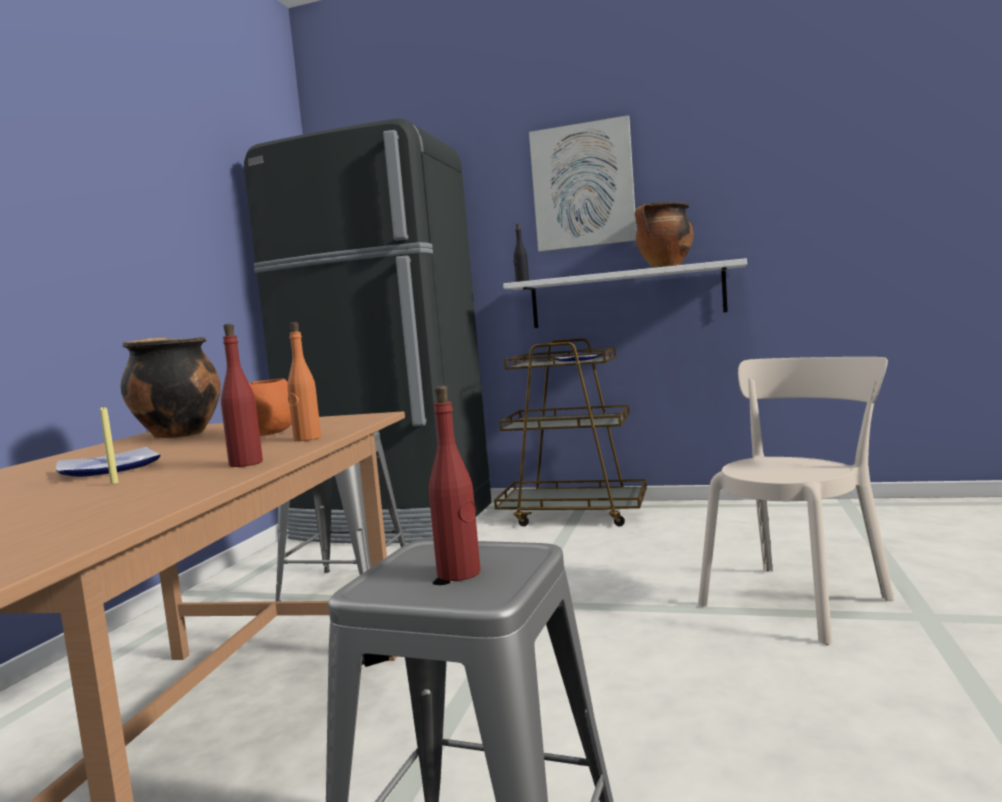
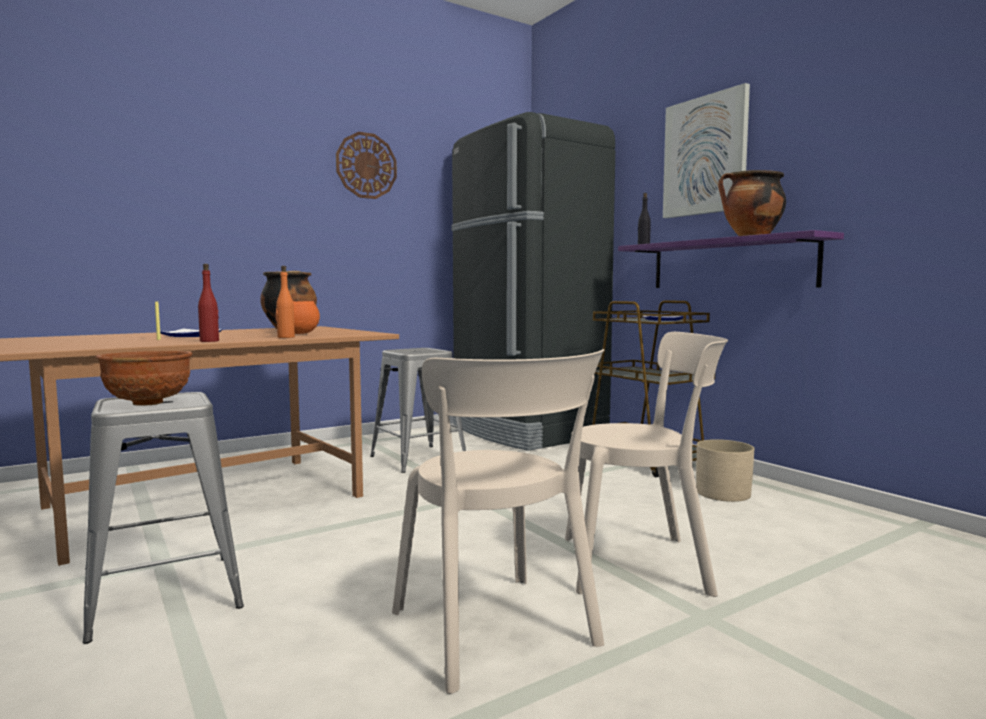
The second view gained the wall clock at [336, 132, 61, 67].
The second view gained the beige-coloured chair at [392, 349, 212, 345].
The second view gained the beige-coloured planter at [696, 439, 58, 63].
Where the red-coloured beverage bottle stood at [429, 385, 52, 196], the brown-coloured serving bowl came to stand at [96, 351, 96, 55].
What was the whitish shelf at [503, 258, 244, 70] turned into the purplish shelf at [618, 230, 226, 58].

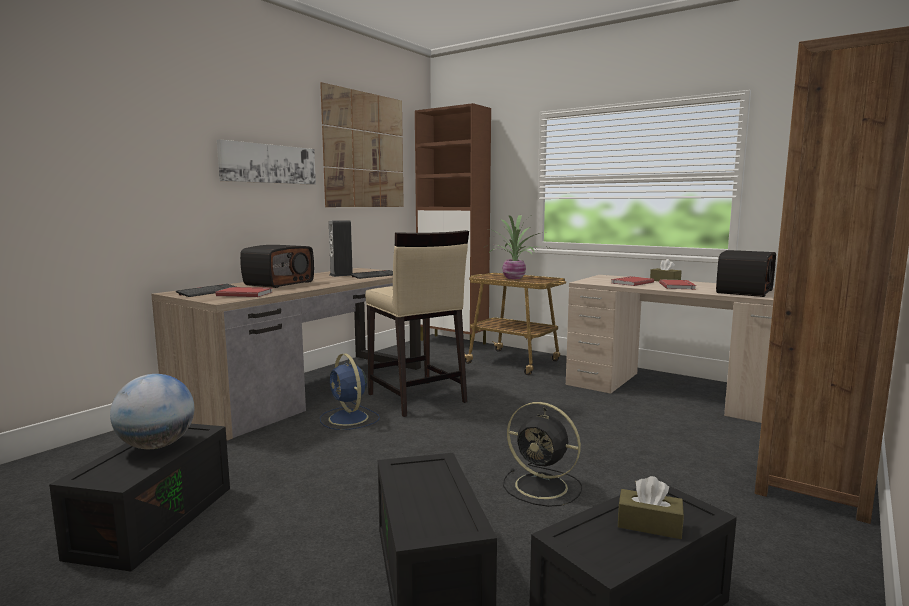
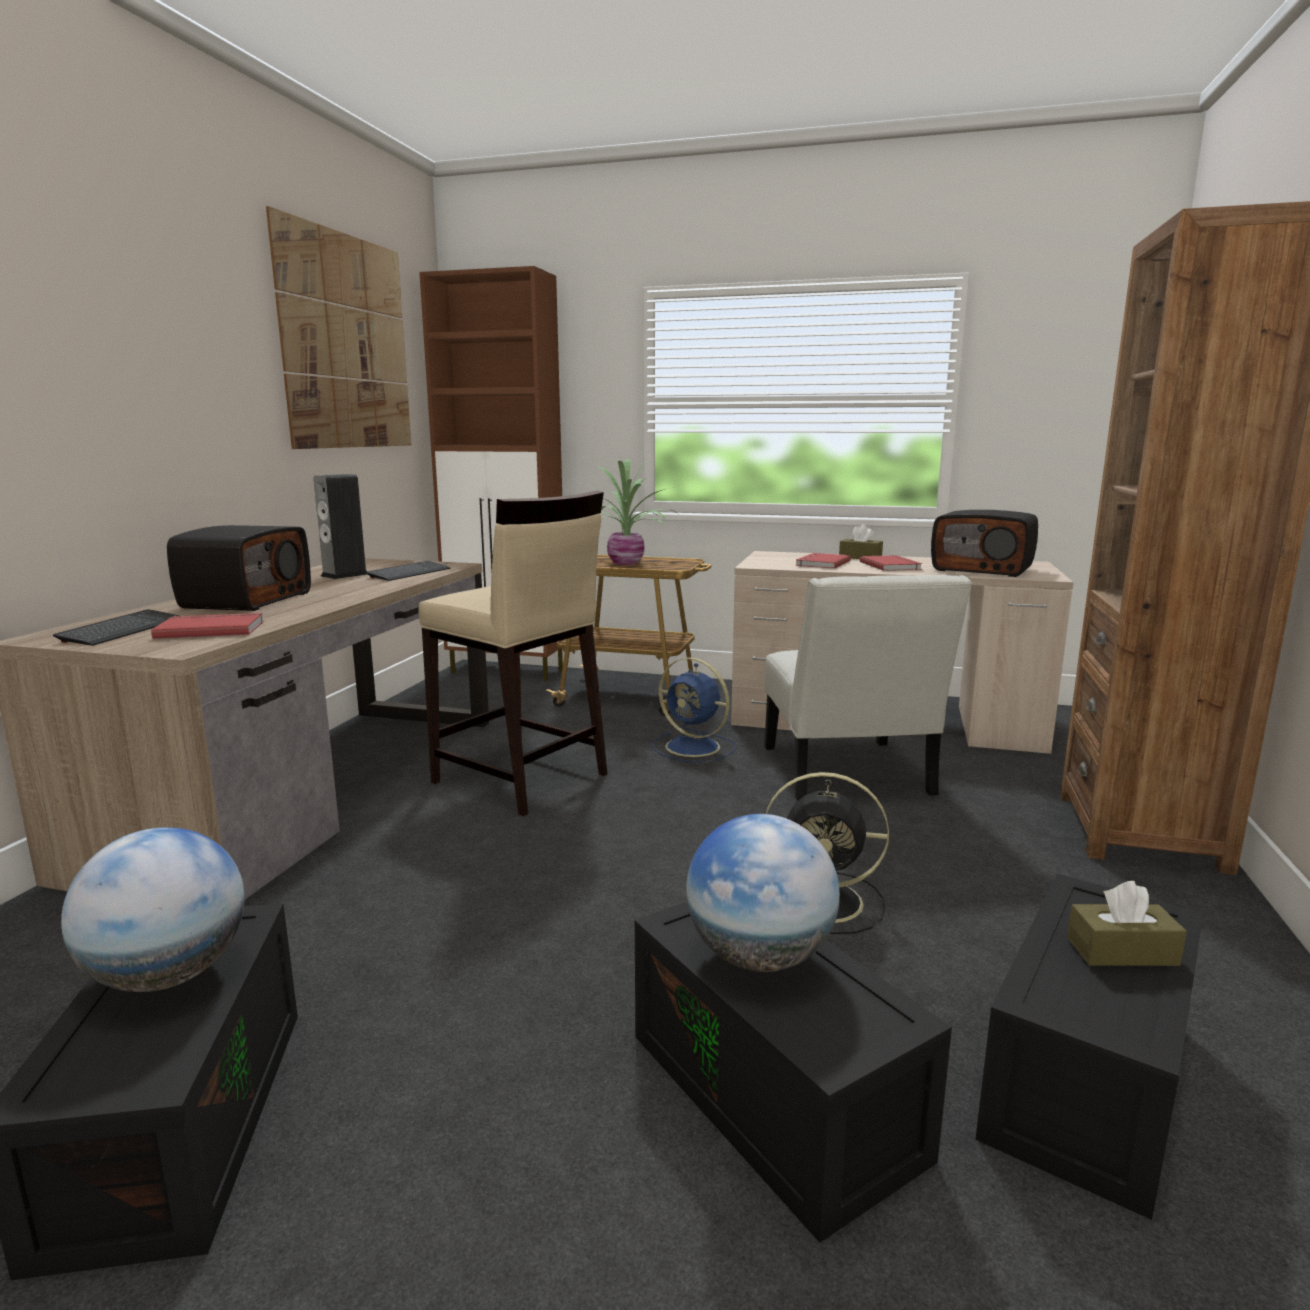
The second view lost the wall picture at [217, 139, 99, 46].
The second view gained the desk globe at [686, 814, 154, 158].
The second view gained the whitish chair at [764, 575, 208, 226].
The blue fan ended up elsewhere, having gone from [320, 354, 60, 76] to [652, 657, 84, 106].
The radio receiver at [716, 250, 60, 47] ended up facing another way, 105 degrees clockwise from before.

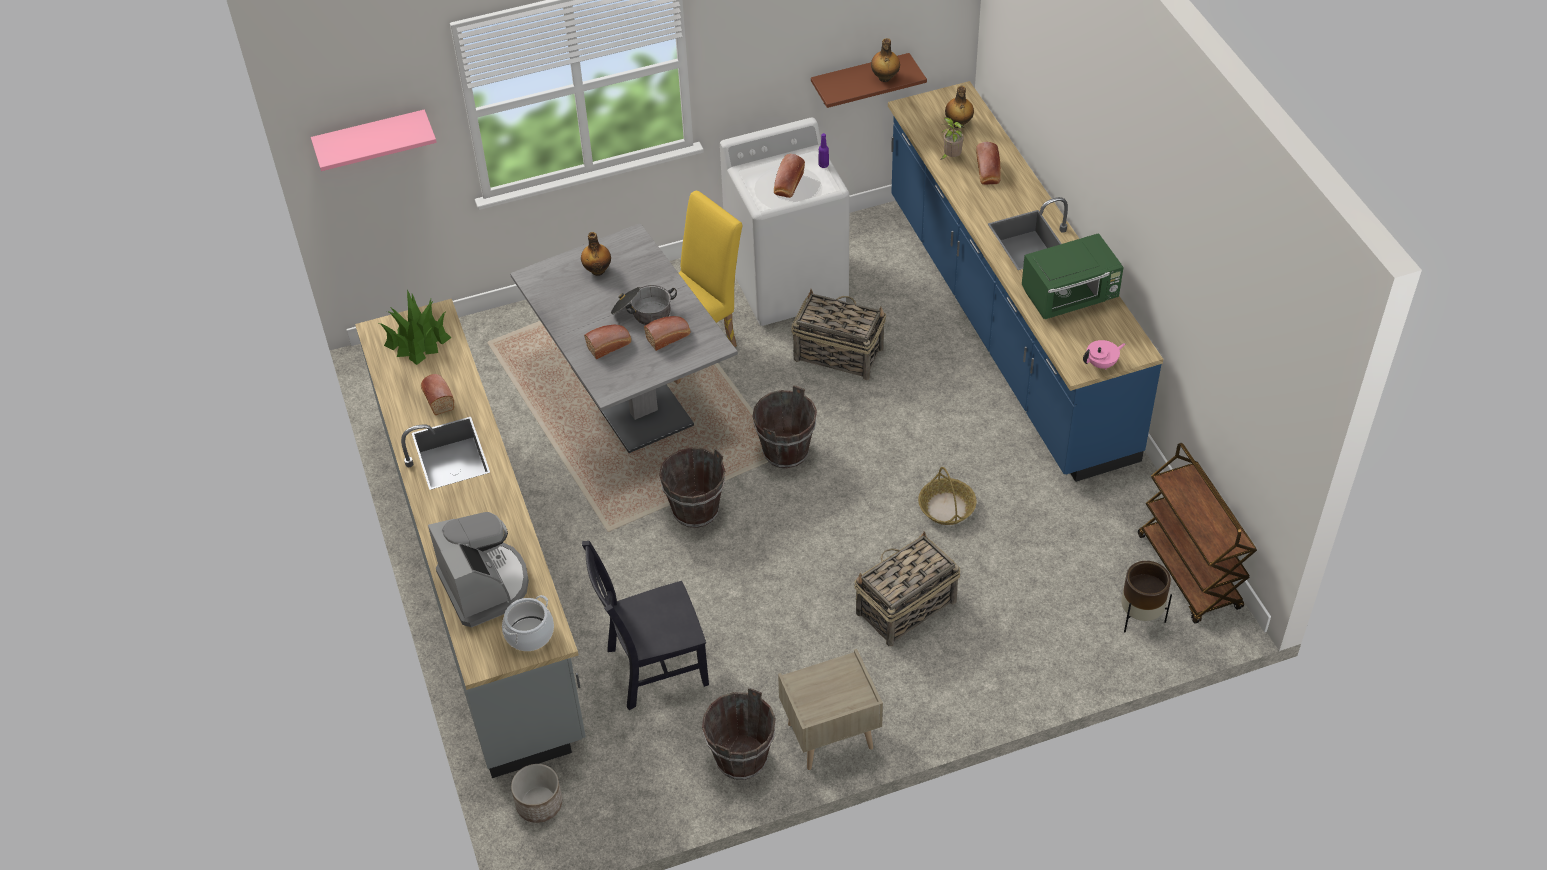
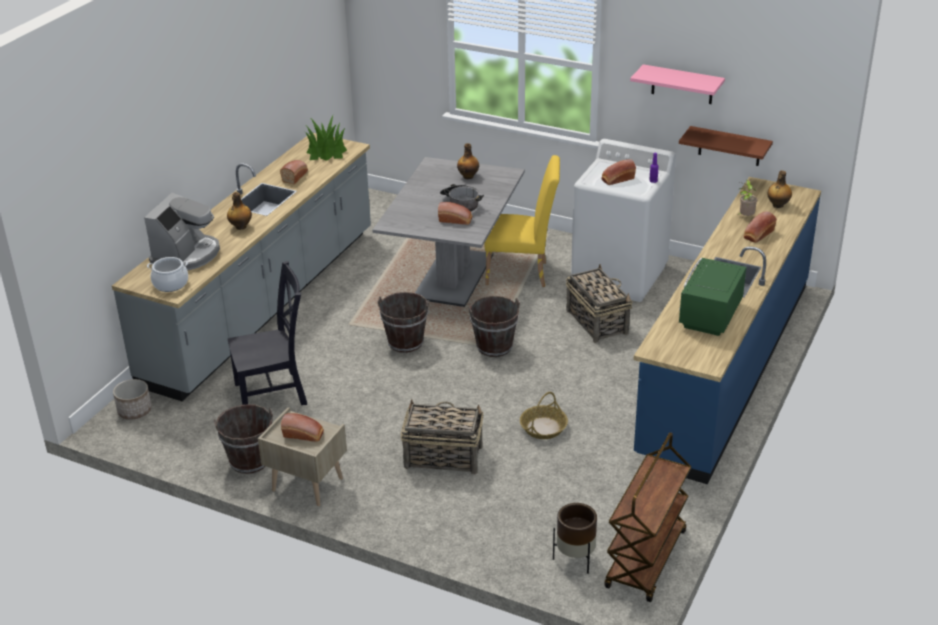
The second view lost the pink-coloured tea pot at [1083, 340, 42, 30].
The pink-coloured shelf ended up elsewhere, having gone from [311, 109, 126, 62] to [630, 64, 95, 40].
The bakery bread ended up elsewhere, having gone from [584, 325, 47, 35] to [281, 413, 43, 29].
The beverage bottle ended up elsewhere, having gone from [871, 38, 29, 44] to [227, 192, 25, 38].
The black-coloured chair at [582, 541, 127, 169] ended up facing another way, 135 degrees clockwise from before.
The green-coloured microwave oven at [1022, 233, 102, 86] ended up facing another way, 90 degrees clockwise from before.

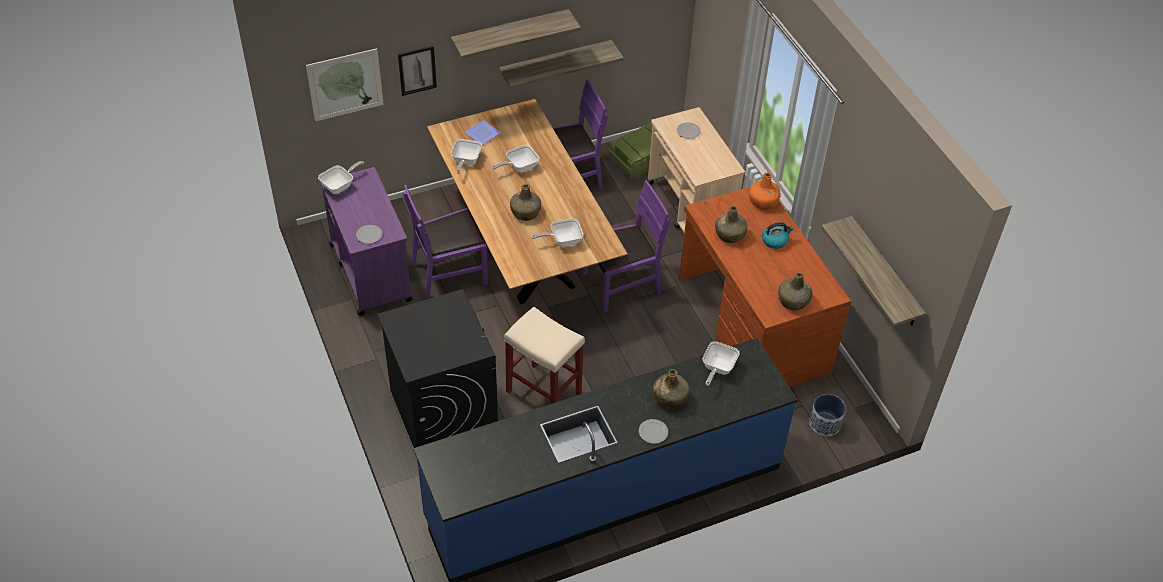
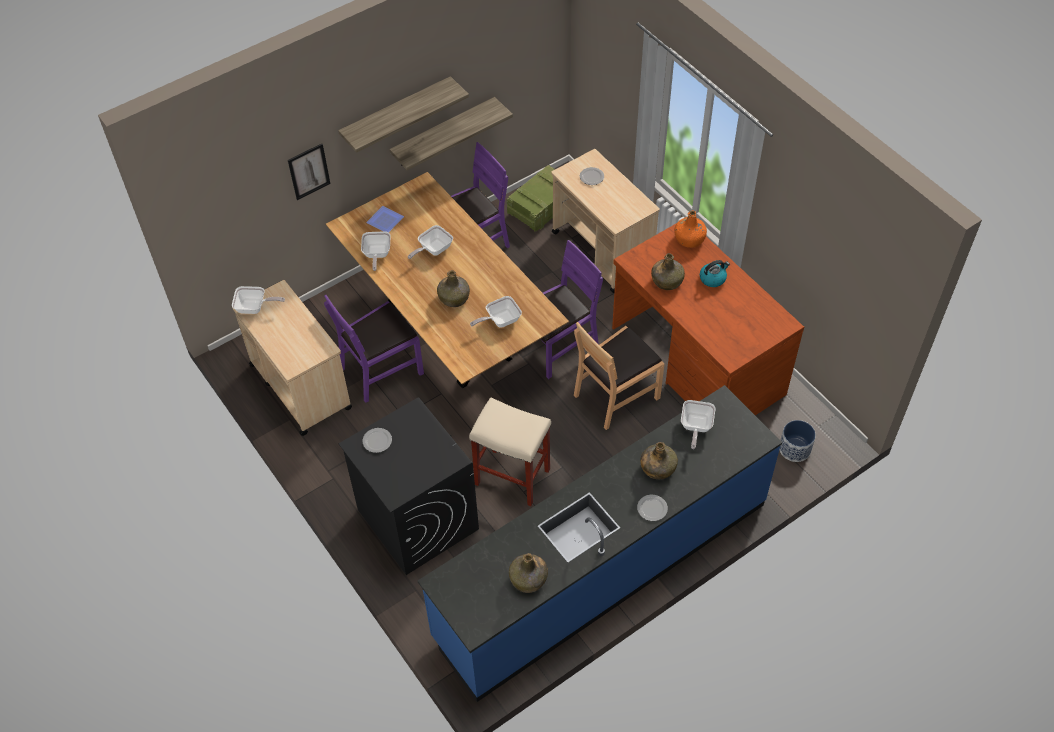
The second view lost the wall picture at [306, 48, 78, 74].
The second view lost the shelf at [821, 216, 105, 110].
The second view gained the brown-coloured chair at [574, 322, 90, 108].
The dinner plate ended up elsewhere, having gone from [356, 225, 26, 19] to [363, 428, 29, 25].
The green-coloured beverage bottle ended up elsewhere, having gone from [778, 272, 35, 38] to [509, 553, 39, 40].
What was the purplish wheeled cart at [320, 167, 93, 149] turned into the beige-coloured wheeled cart at [232, 280, 120, 156].
The frying pan at [318, 161, 46, 33] ended up facing another way, 60 degrees clockwise from before.

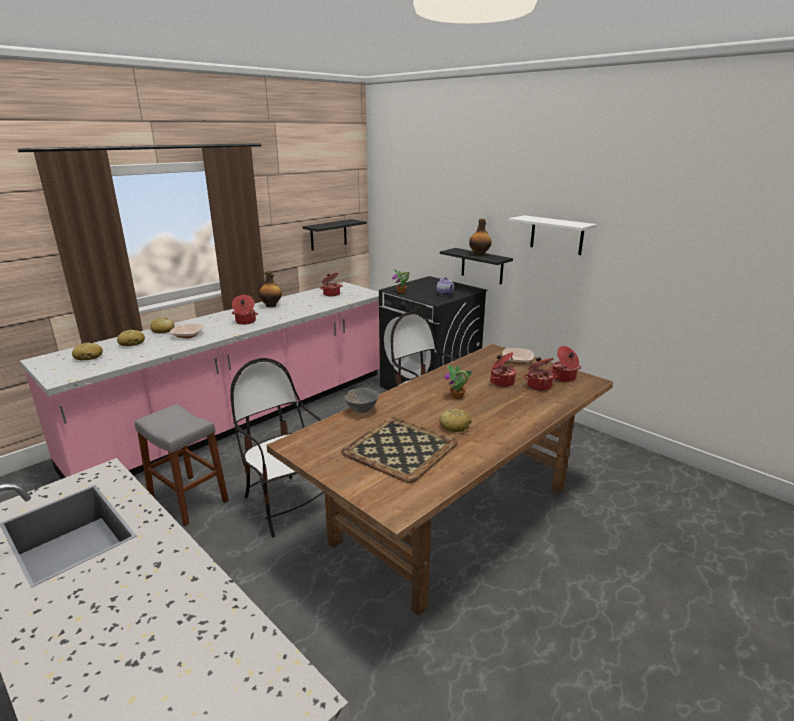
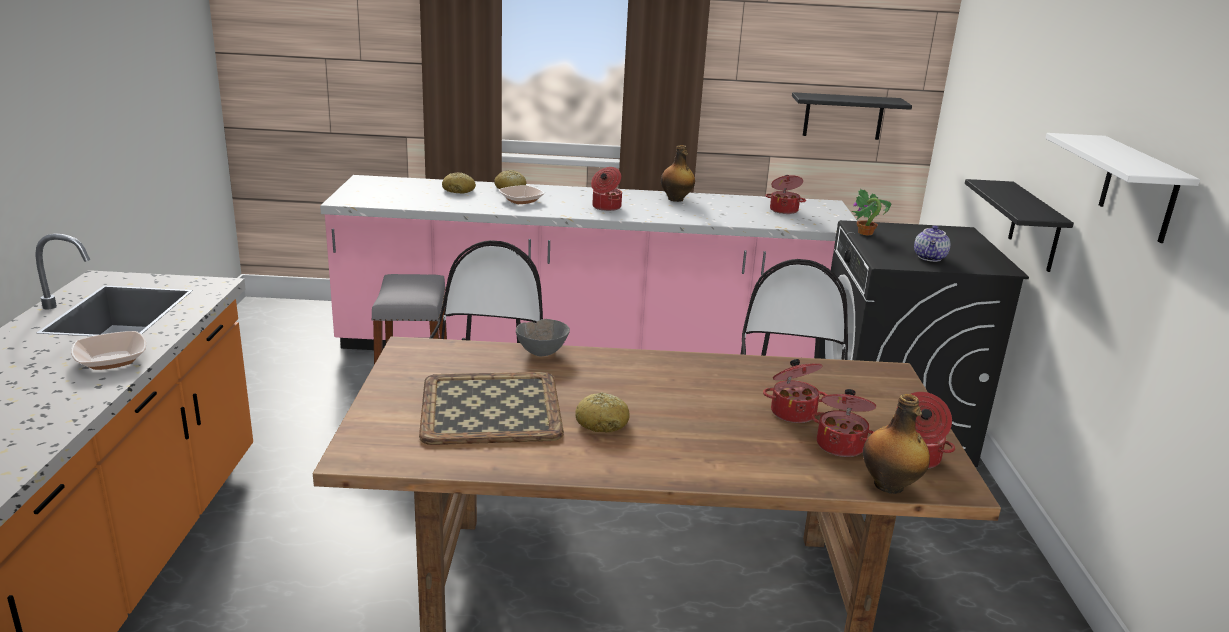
The second view lost the bakery bread at [72, 342, 31, 19].
The second view lost the potted plant at [445, 364, 27, 35].
The beverage bottle ended up elsewhere, having gone from [469, 219, 23, 37] to [863, 394, 67, 100].
The serving bowl ended up elsewhere, having gone from [503, 348, 31, 16] to [71, 331, 75, 39].

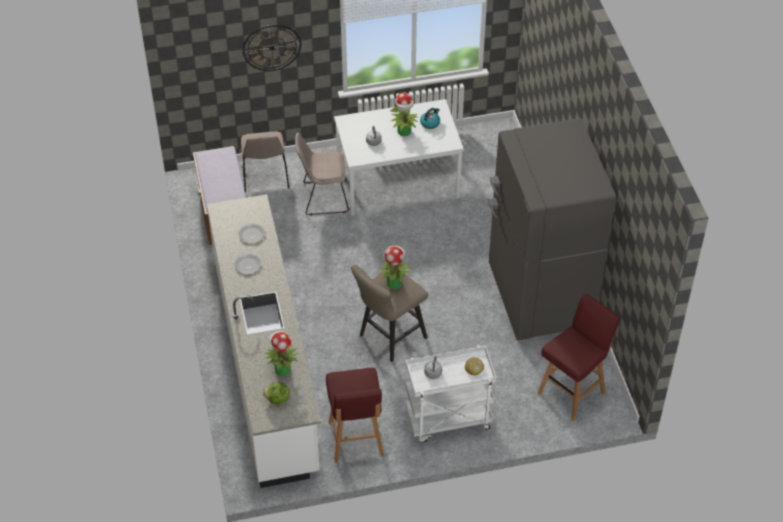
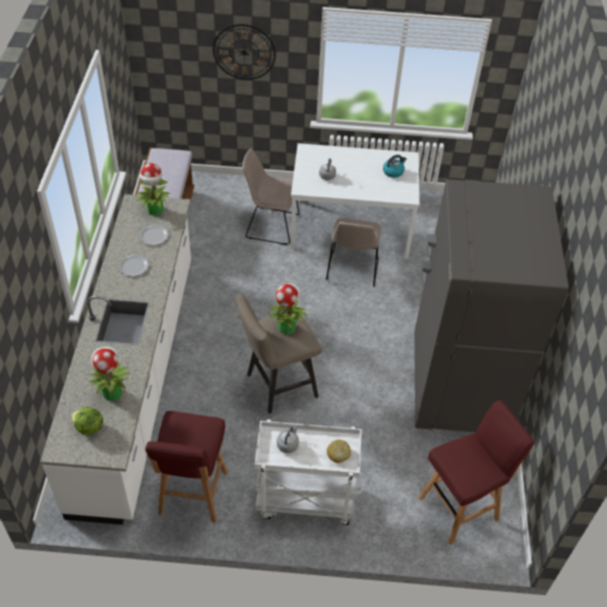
The beige-coloured chair ended up elsewhere, having gone from [241, 131, 48, 62] to [326, 218, 55, 69].
The potted plant ended up elsewhere, having gone from [390, 92, 28, 44] to [136, 163, 35, 53].

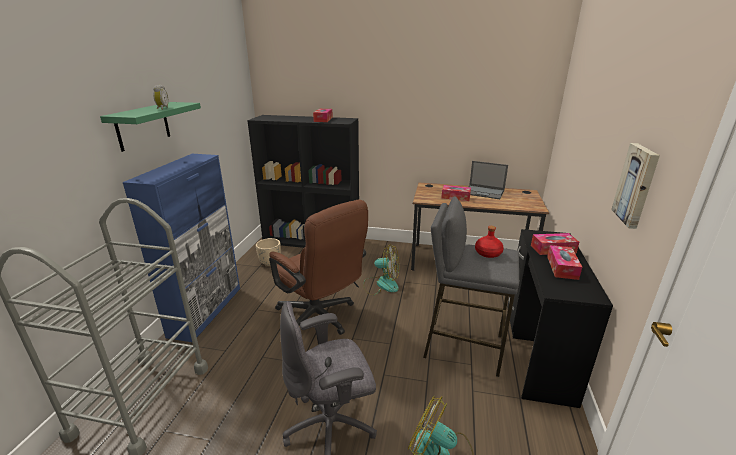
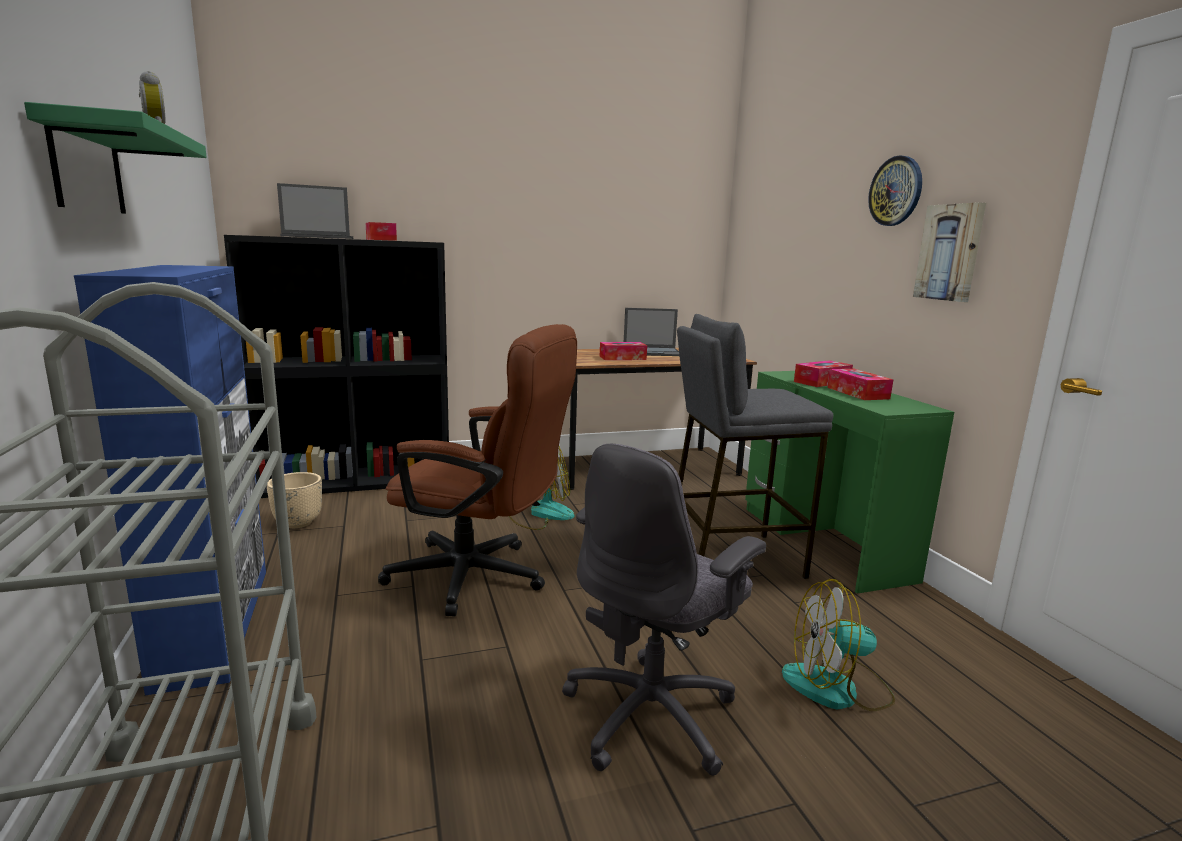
The second view lost the red-coloured beverage bottle at [475, 226, 29, 32].
The second view gained the portable computer at [277, 183, 76, 56].
The second view gained the wall clock at [868, 155, 54, 71].
What was the black-coloured desk unit at [507, 229, 106, 179] turned into the green-coloured desk unit at [745, 371, 209, 223].

